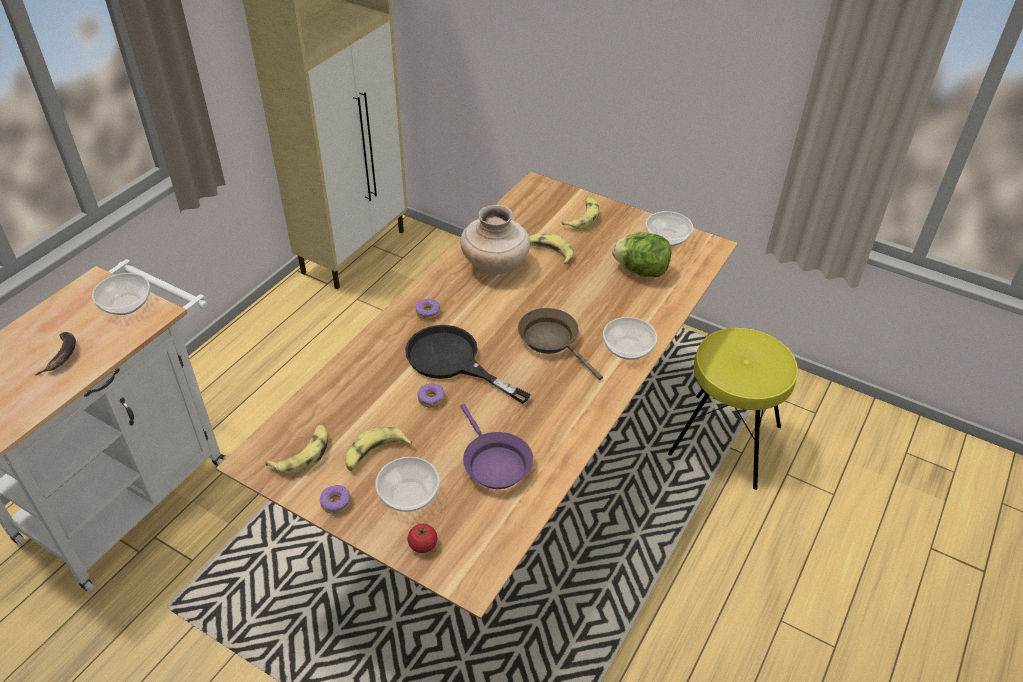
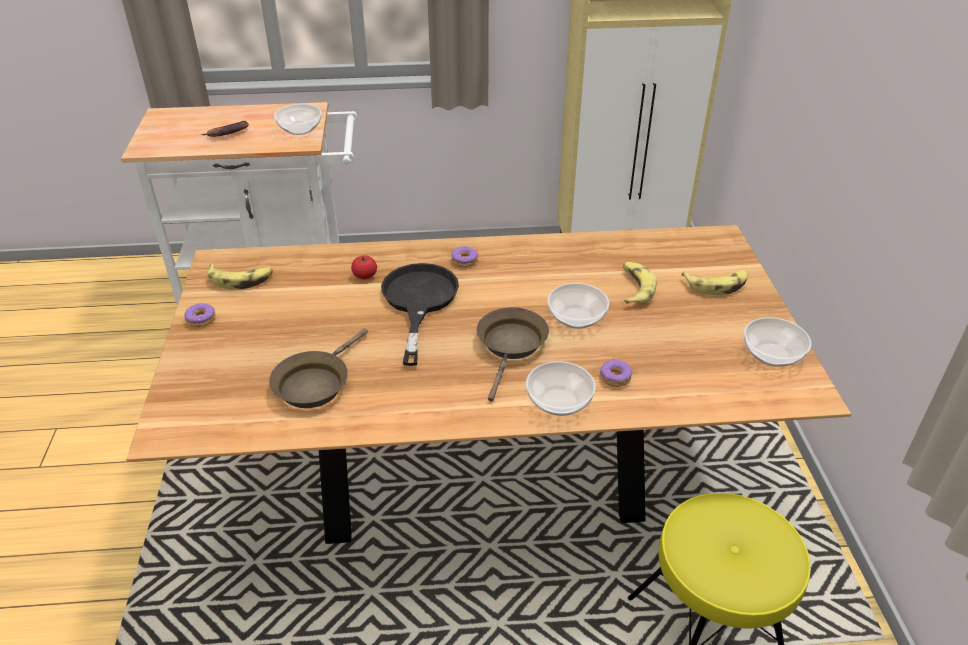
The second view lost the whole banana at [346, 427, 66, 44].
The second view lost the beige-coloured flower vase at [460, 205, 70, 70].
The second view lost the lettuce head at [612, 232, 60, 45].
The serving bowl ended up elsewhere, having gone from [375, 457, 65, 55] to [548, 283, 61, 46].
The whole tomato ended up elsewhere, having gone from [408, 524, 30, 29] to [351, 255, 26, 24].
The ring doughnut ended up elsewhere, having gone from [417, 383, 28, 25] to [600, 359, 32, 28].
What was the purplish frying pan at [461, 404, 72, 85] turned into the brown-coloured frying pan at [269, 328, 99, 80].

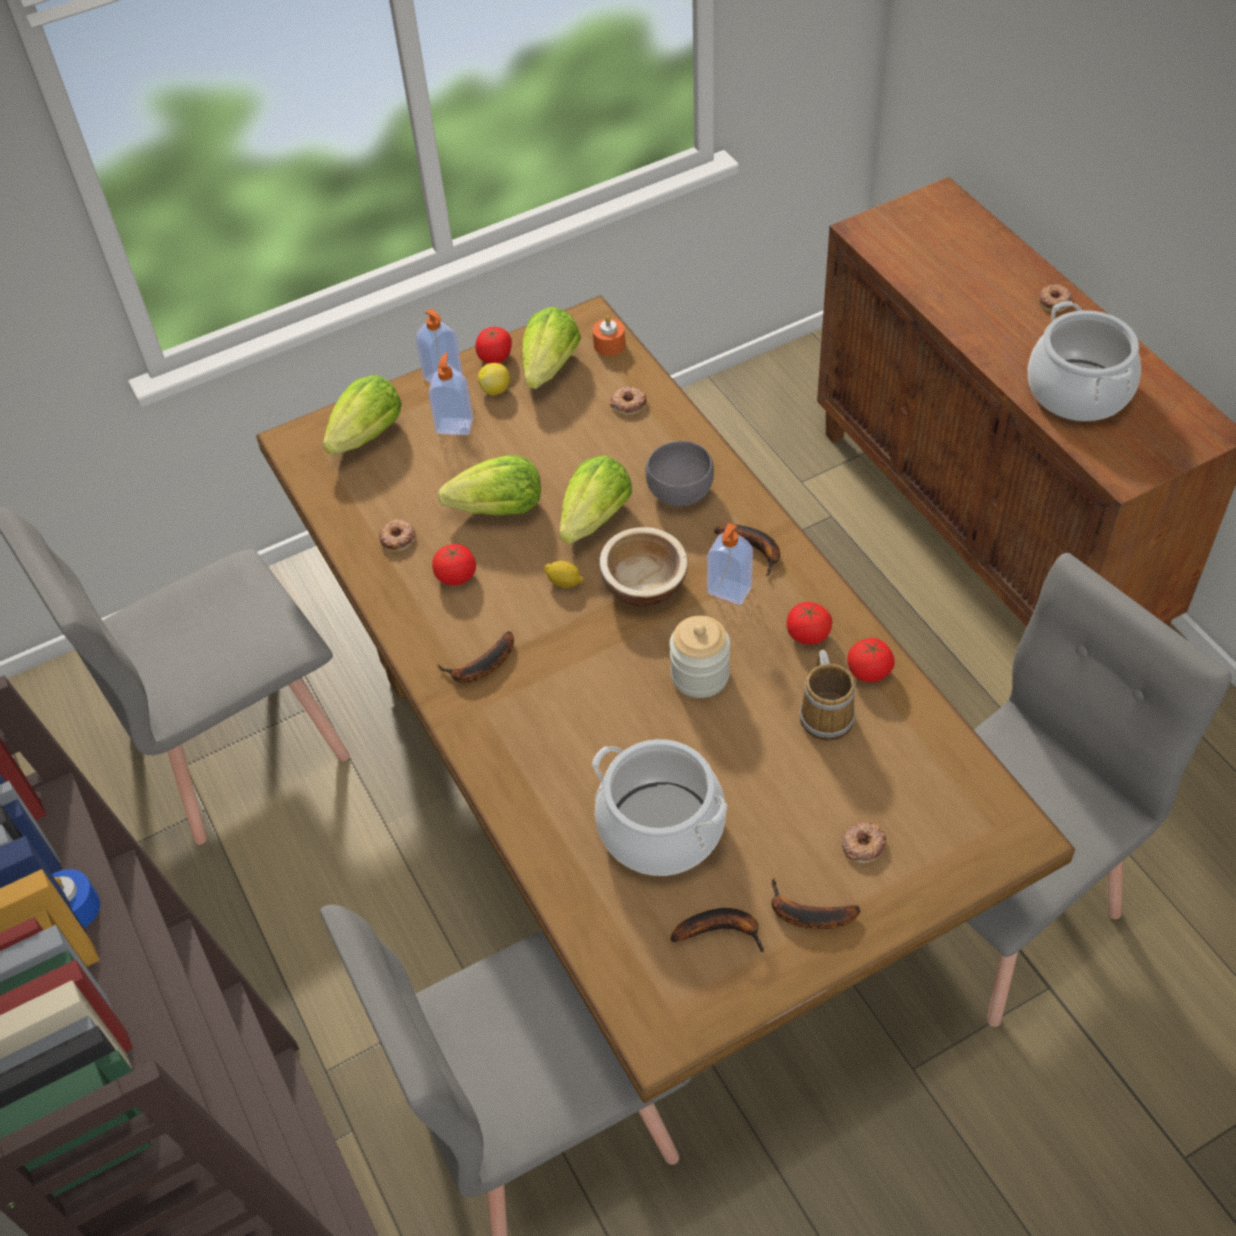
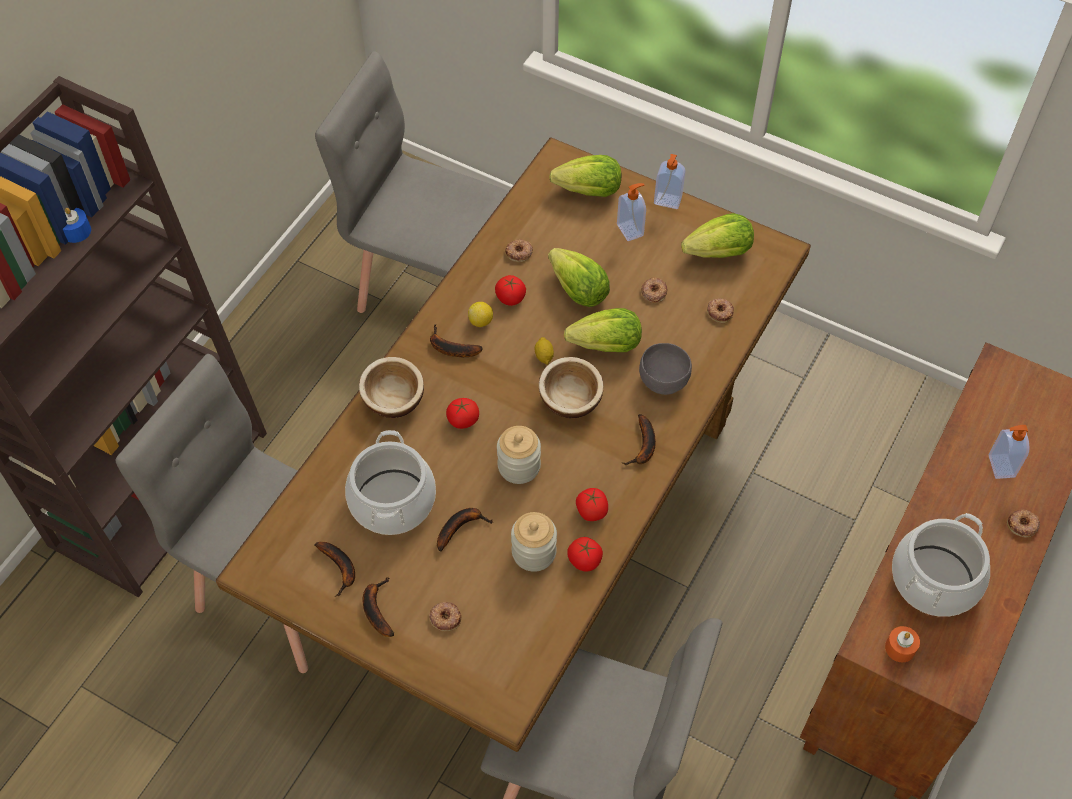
The second view gained the serving bowl at [359, 357, 65, 61].
The second view gained the whole banana at [437, 508, 56, 44].
The second view gained the ring doughnut at [641, 277, 26, 26].
The whole tomato ended up elsewhere, having gone from [475, 327, 37, 36] to [446, 398, 33, 31].
The citrus fruit ended up elsewhere, having gone from [478, 363, 32, 32] to [468, 302, 25, 25].
The orange wax light ended up elsewhere, having gone from [593, 316, 32, 40] to [885, 626, 35, 36].
The soap dispenser ended up elsewhere, having gone from [707, 523, 46, 82] to [989, 425, 41, 54].
Where the mug stood at [799, 650, 57, 91], the preserve jar came to stand at [511, 512, 46, 60].

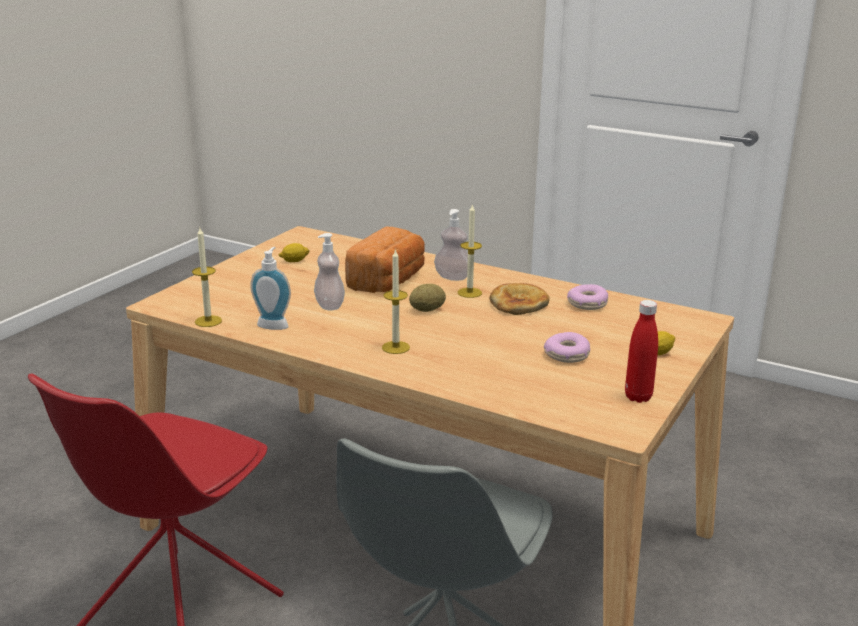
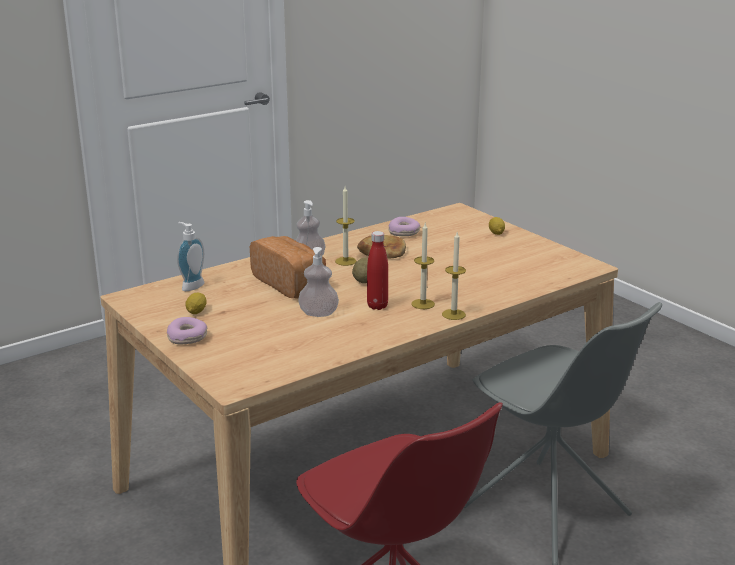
The wax light ended up elsewhere, having gone from [192, 228, 30, 99] to [442, 232, 24, 88].
The soap dispenser ended up elsewhere, having gone from [250, 247, 41, 83] to [177, 222, 27, 69].
The ring doughnut ended up elsewhere, having gone from [544, 332, 46, 31] to [167, 317, 41, 27].
The red-coloured beverage bottle ended up elsewhere, having gone from [625, 300, 33, 103] to [367, 231, 21, 79].

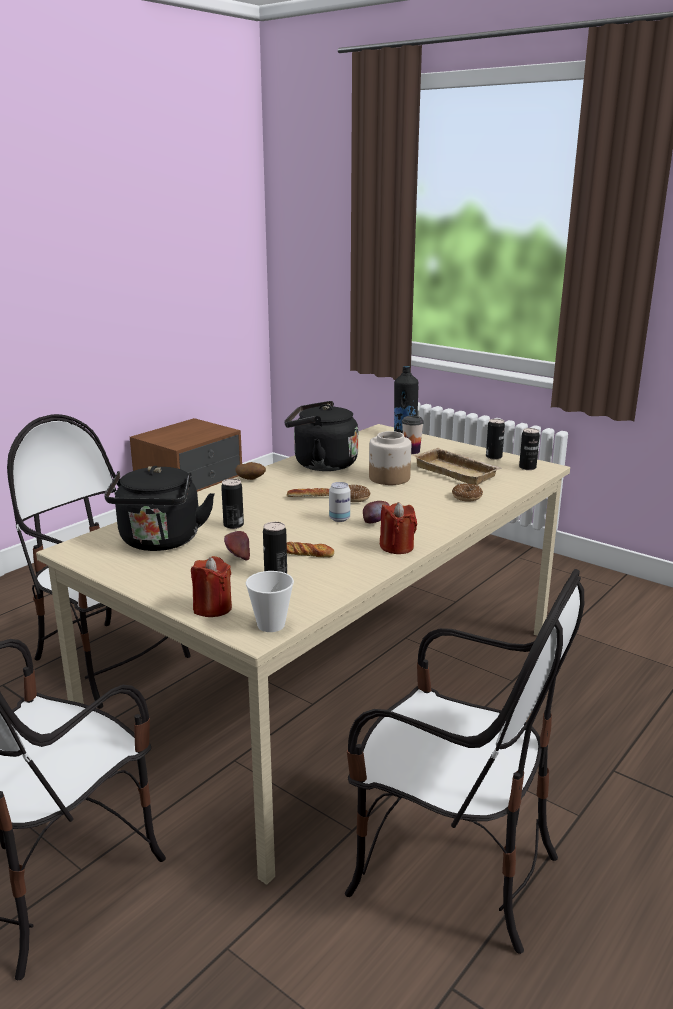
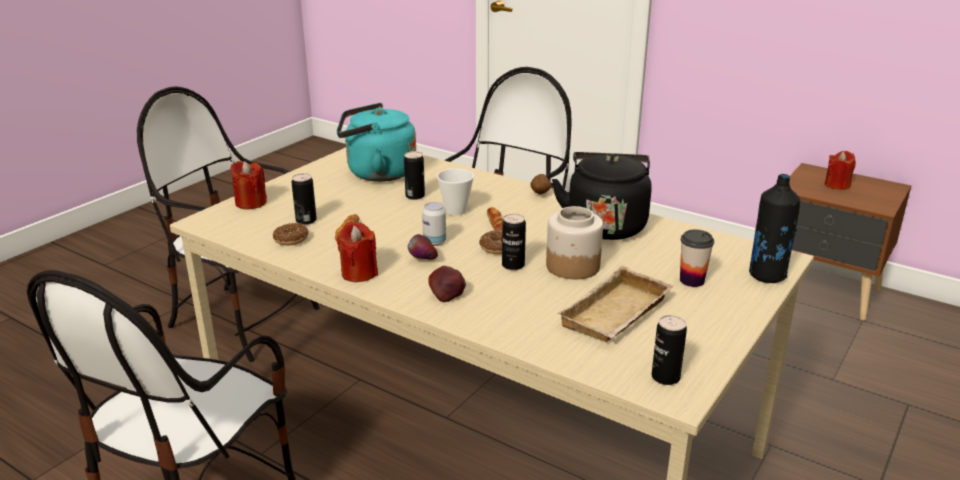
The second view gained the red-coloured wax light at [825, 151, 31, 39].
The apple ended up elsewhere, having gone from [224, 531, 26, 30] to [428, 266, 38, 36].
The small cup ended up elsewhere, having gone from [246, 571, 48, 61] to [437, 169, 37, 46].
The ring doughnut ended up elsewhere, having gone from [452, 483, 31, 18] to [273, 223, 35, 22].
The sealed can ended up elsewhere, having gone from [486, 419, 19, 40] to [502, 214, 24, 56].
What was the black-coloured tea kettle at [104, 466, 111, 85] turned into the turquoise-coloured tea kettle at [337, 103, 79, 79].

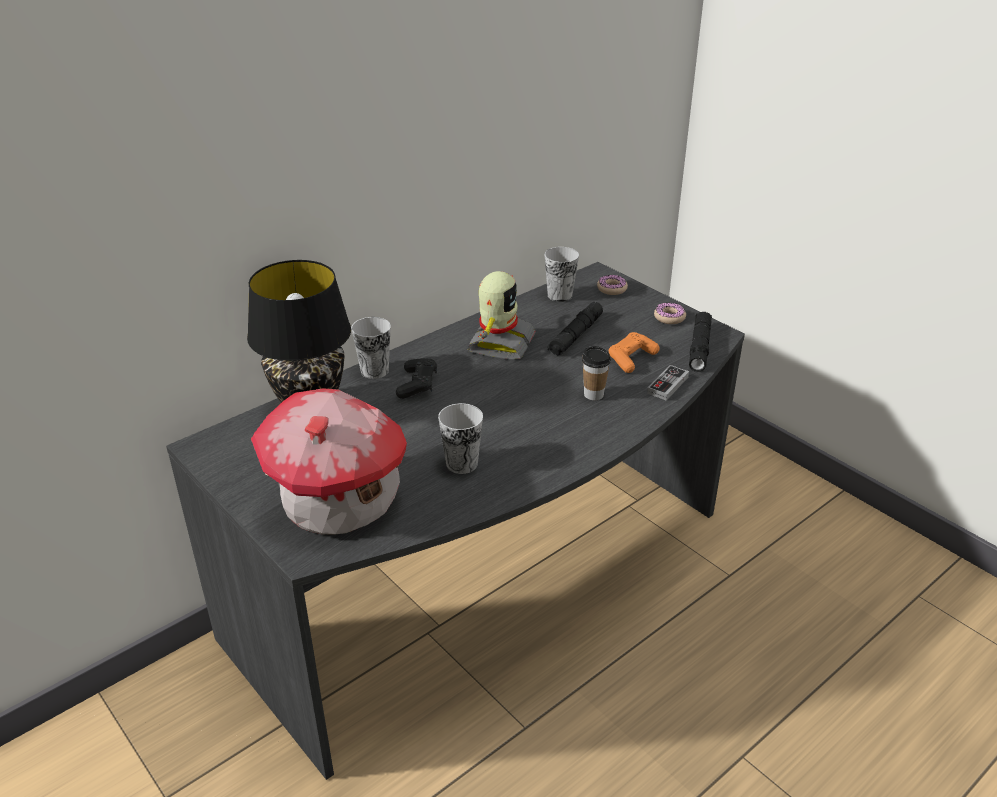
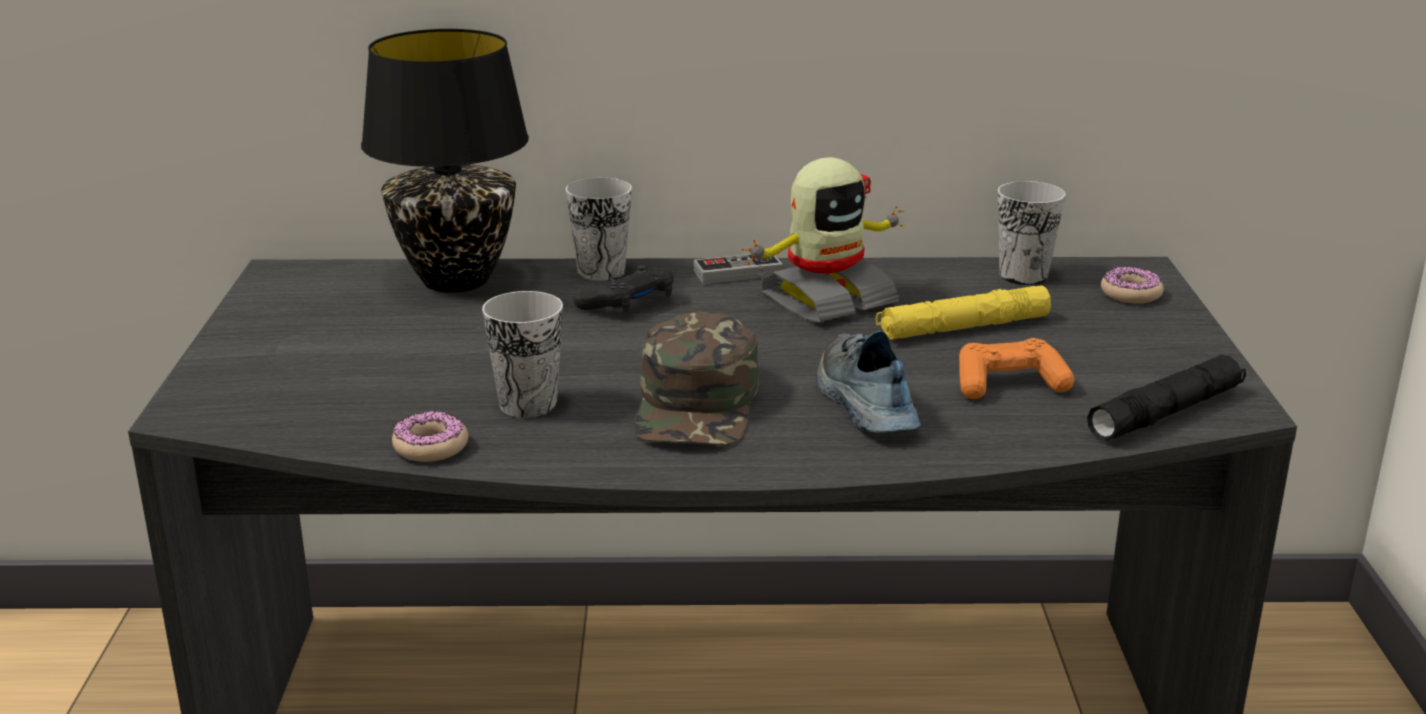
The second view lost the toy house at [251, 388, 156, 146].
The second view gained the green-coloured peaked cap at [634, 311, 125, 135].
The joypad ended up elsewhere, having gone from [647, 365, 42, 36] to [694, 254, 89, 30].
The ring doughnut ended up elsewhere, having gone from [654, 302, 32, 22] to [392, 411, 76, 51].
Where the small cup stood at [582, 346, 29, 54], the shoe came to stand at [816, 331, 105, 102].
What was the black-coloured torch at [547, 302, 56, 54] turned into the yellow torch at [876, 286, 175, 54].

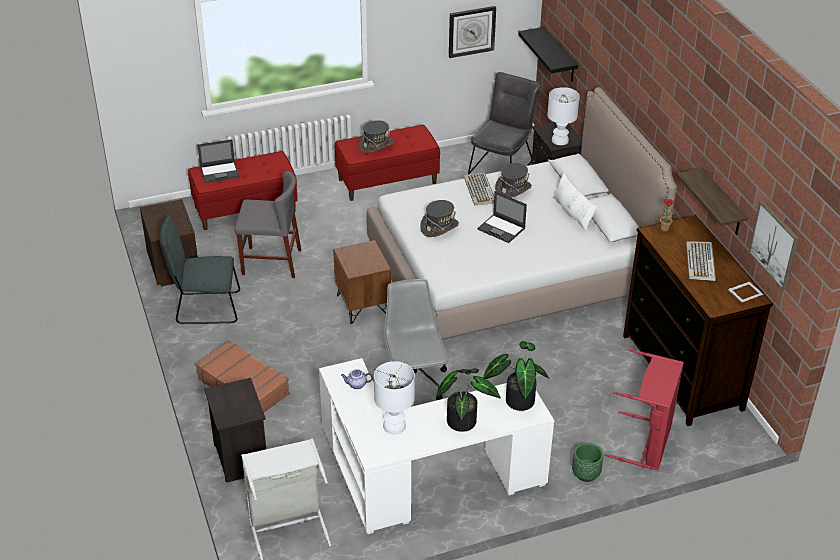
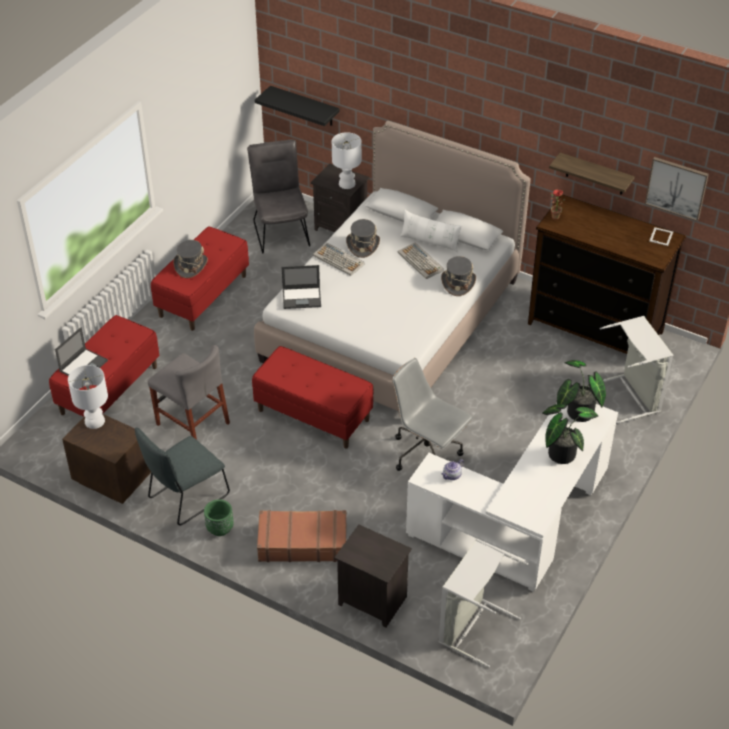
The second view lost the wall clock at [449, 6, 47, 52].
The whitish tabletop lamp ended up elsewhere, having gone from [374, 361, 41, 73] to [68, 365, 40, 64].
The grey clothing hat ended up elsewhere, having gone from [420, 200, 39, 37] to [441, 256, 35, 40].
The portable computer ended up elsewhere, having gone from [477, 191, 50, 52] to [282, 265, 39, 44].
The green-coloured planter ended up elsewhere, having gone from [572, 443, 32, 39] to [204, 499, 30, 37].
The keyboard ended up elsewhere, having gone from [686, 241, 30, 40] to [398, 242, 46, 37].
Where the brown-coloured bedside table stood at [333, 240, 58, 84], the red-coloured indoor bench came to stand at [252, 346, 122, 103].
What was the red-coloured washing basket at [604, 349, 80, 122] turned into the grey washing basket at [600, 316, 73, 108].
The grey chair at [235, 171, 66, 107] ended up facing another way, 75 degrees clockwise from before.

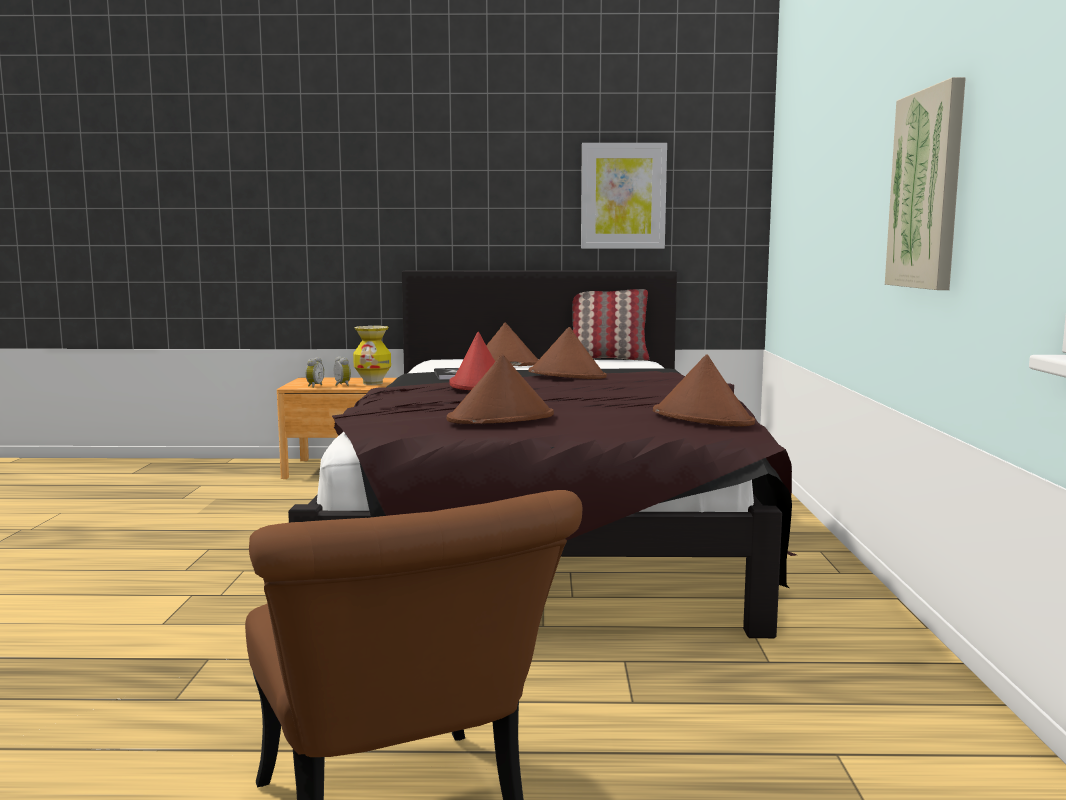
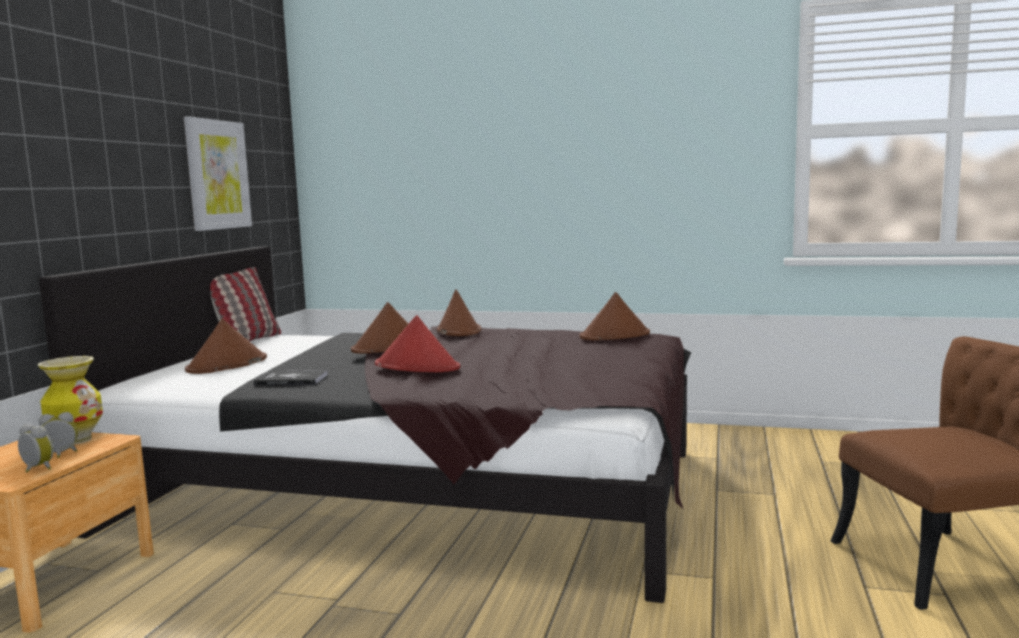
The second view lost the wall picture at [885, 77, 81, 213].
The brown-coloured clothing hat ended up elsewhere, having gone from [447, 354, 107, 70] to [436, 289, 45, 47].

